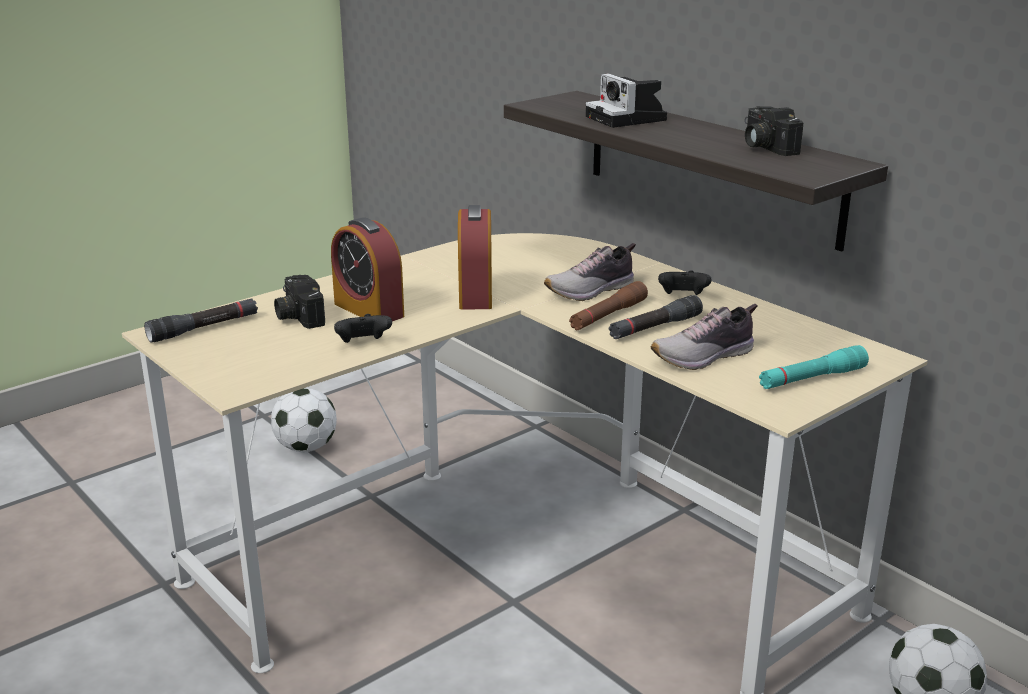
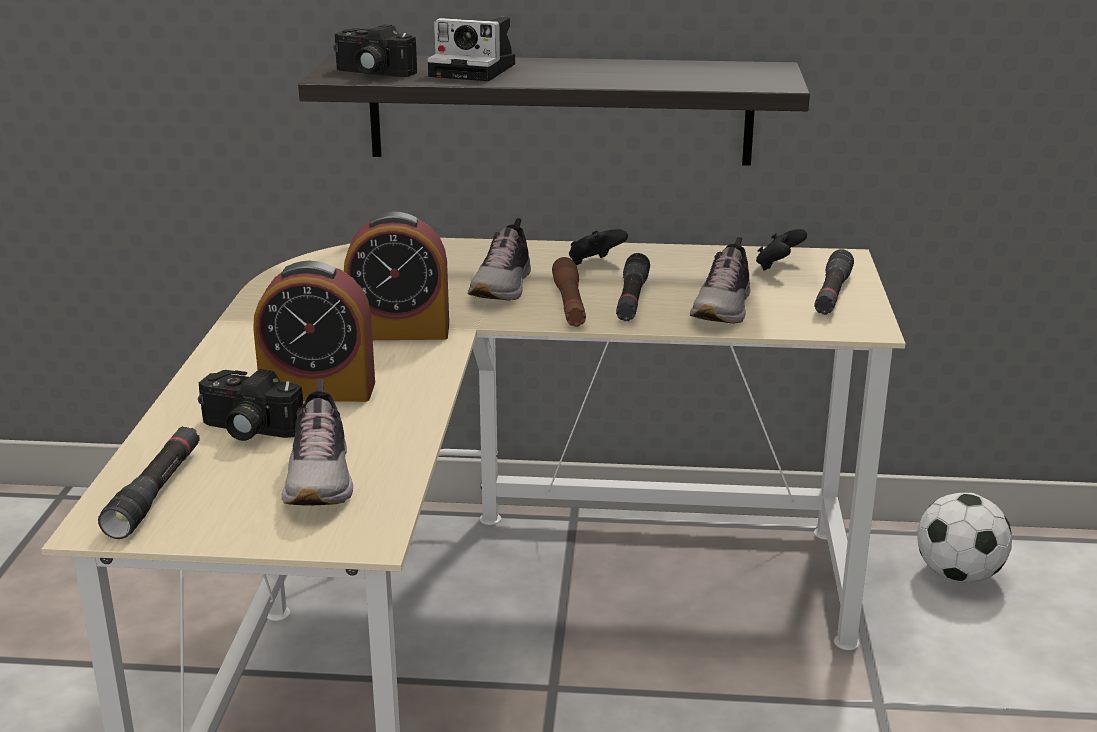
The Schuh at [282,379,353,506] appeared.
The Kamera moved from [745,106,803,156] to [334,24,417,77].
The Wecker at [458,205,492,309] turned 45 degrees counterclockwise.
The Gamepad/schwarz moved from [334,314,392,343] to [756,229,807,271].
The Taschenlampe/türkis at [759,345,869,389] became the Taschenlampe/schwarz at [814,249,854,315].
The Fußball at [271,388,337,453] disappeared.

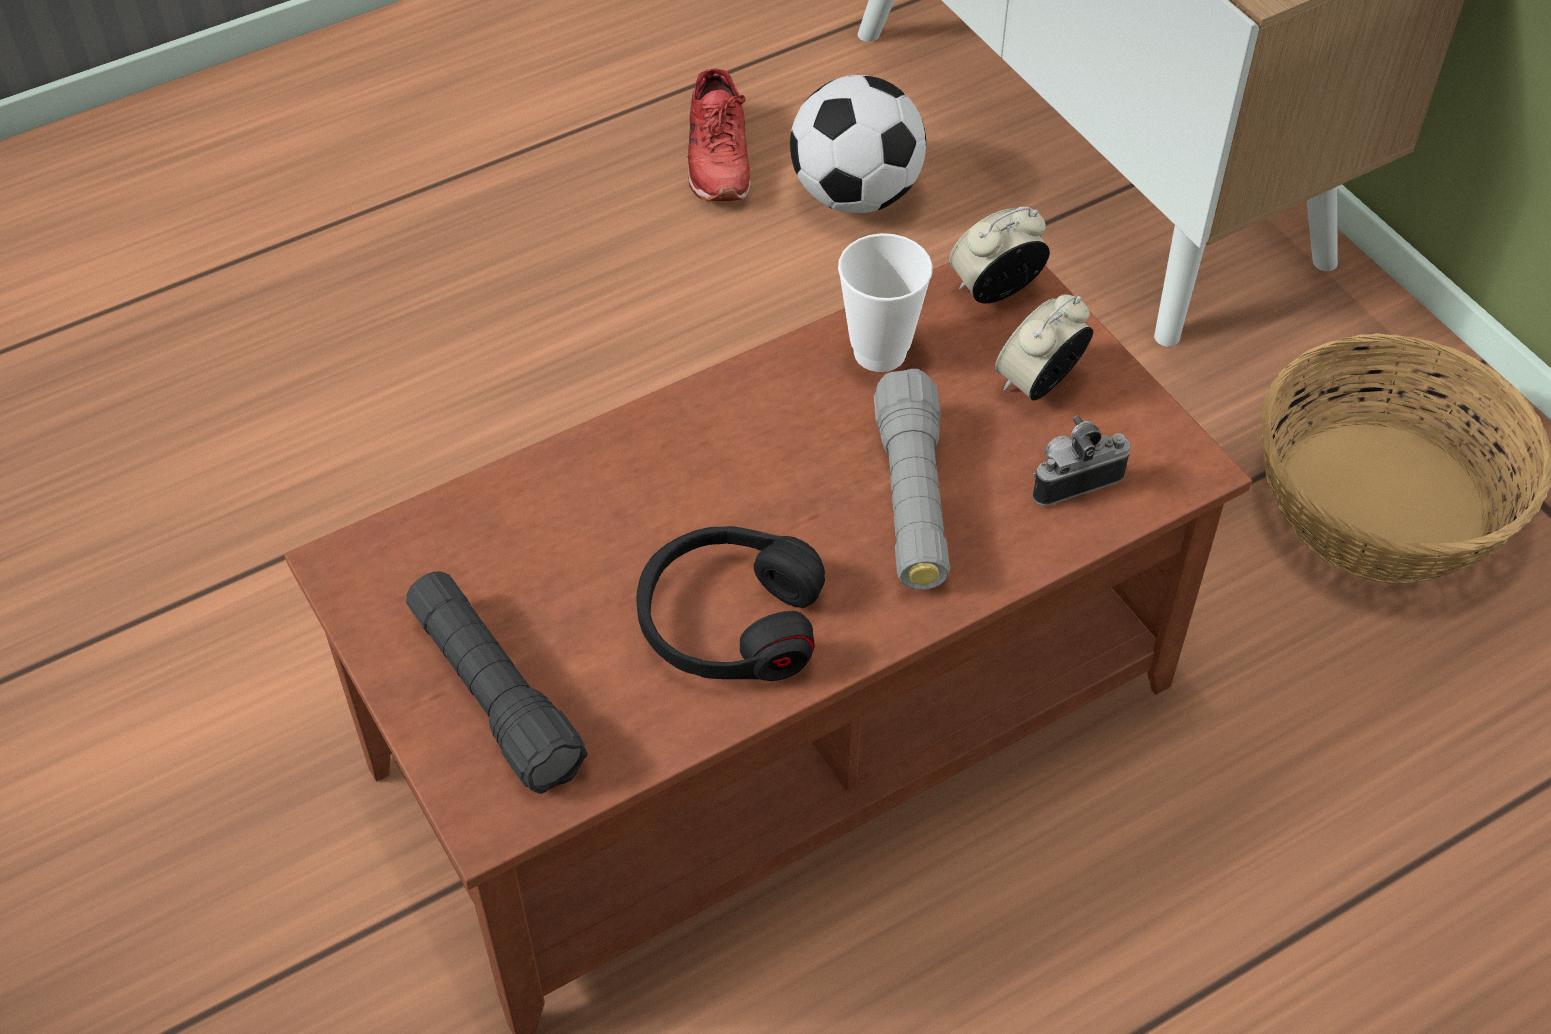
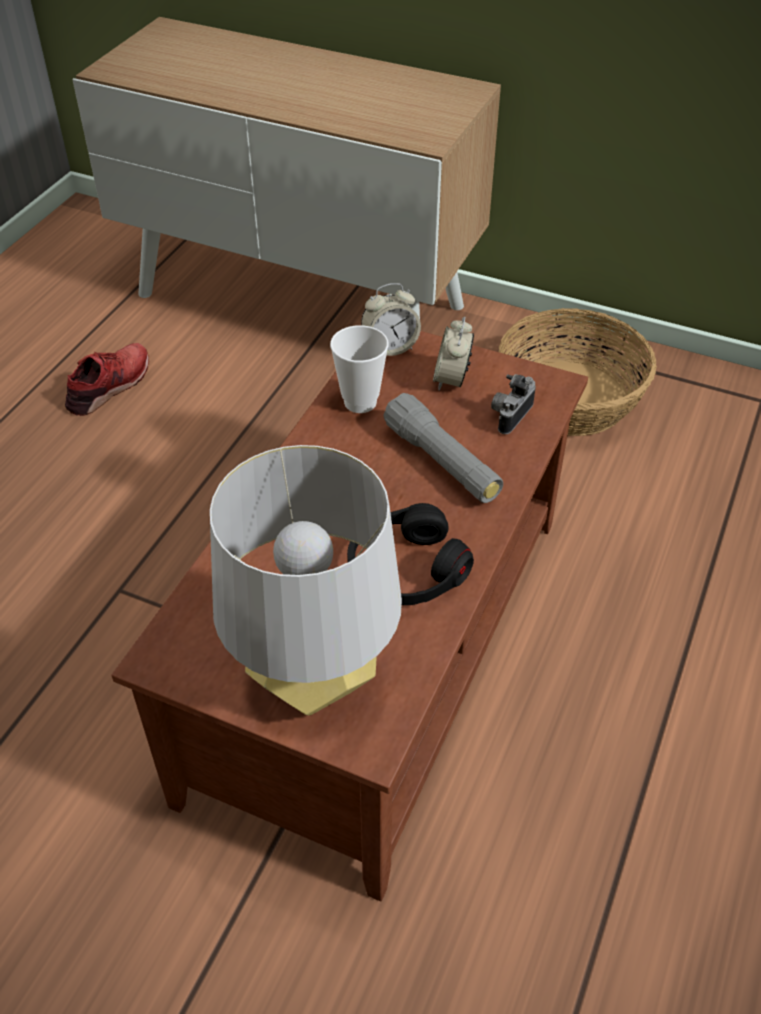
The Schuh/rot at [688,68,751,201] turned 105 degrees counterclockwise.
The Taschenlampe/schwarz at [406,571,588,794] was replaced by the Tischlampe/grau at [210,445,402,716].
The Wecker at [949,206,1050,303] turned 135 degrees counterclockwise.
The Fußball at [790,75,926,213] disappeared.

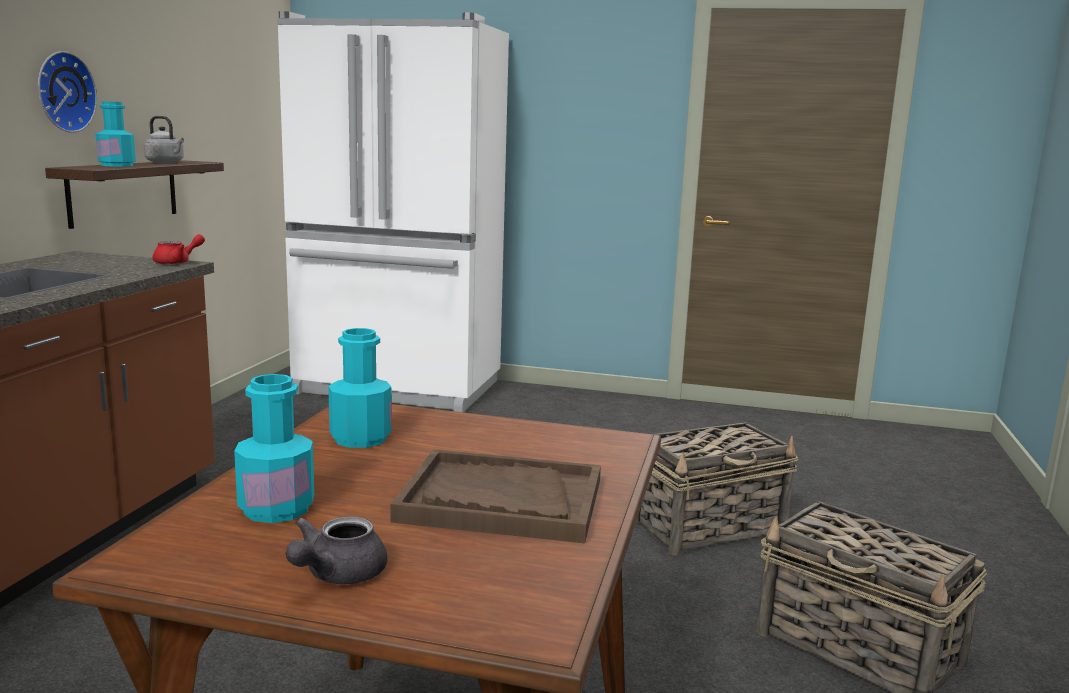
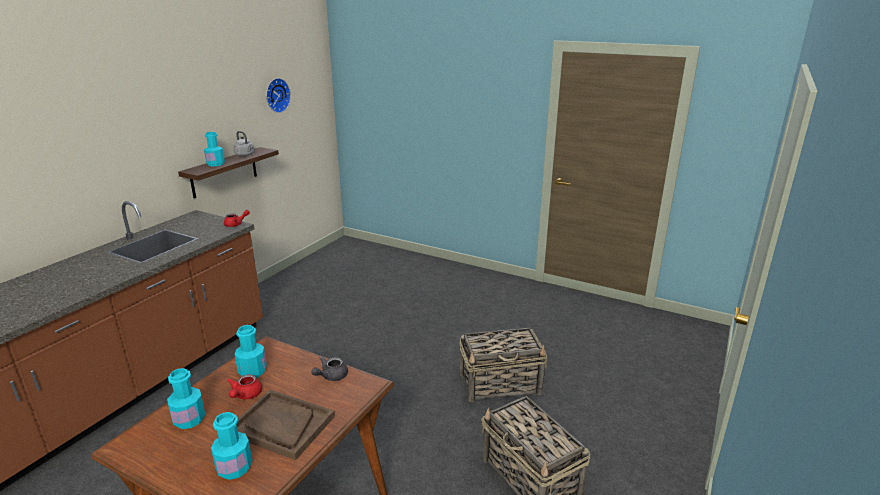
The Flasche/türkis at [211,412,252,480] appeared.
The Teekanne/rot at [227,374,262,399] appeared.
The Wanduhr moved from [38,51,97,133] to [266,78,291,113].
The Teekanne/grau moved from [286,516,387,584] to [312,356,348,381].
The Kühlschrank/weiß at [277,11,509,412] disappeared.

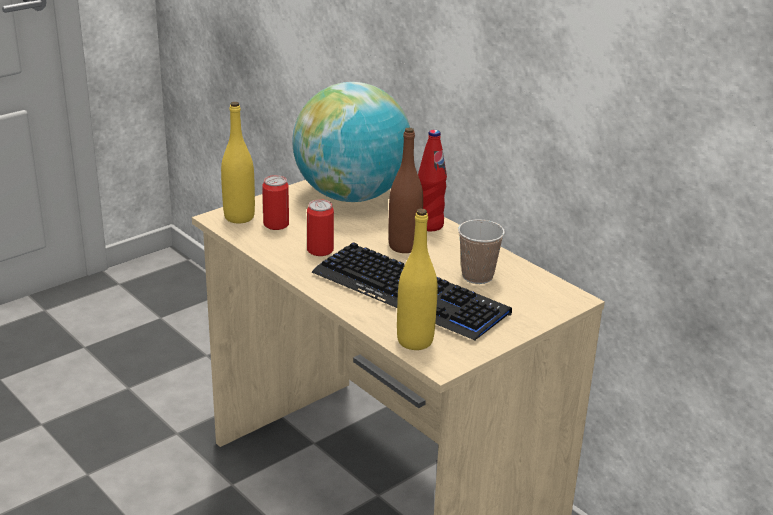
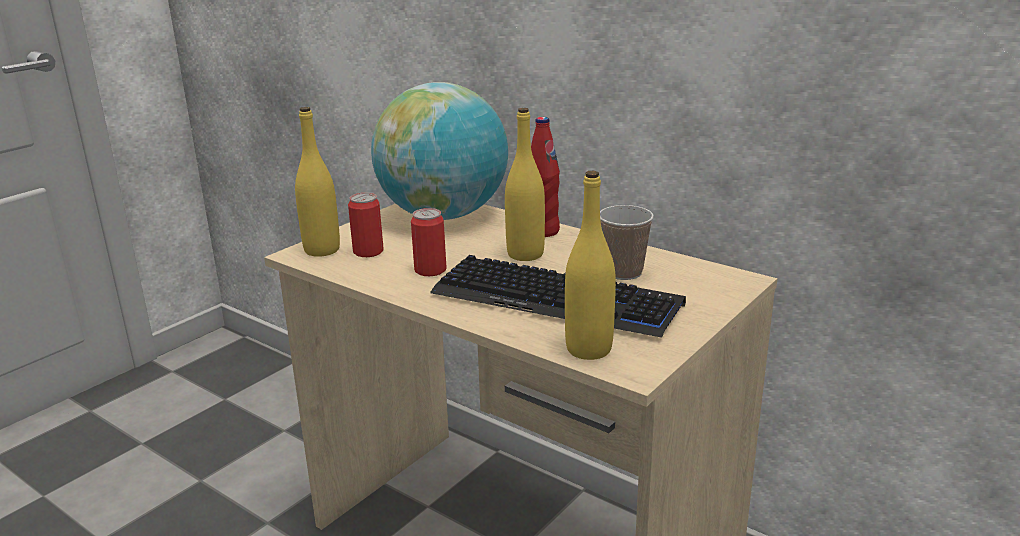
The Flasche/braun at [388,128,423,253] became the Flasche/gelb at [505,108,545,261].

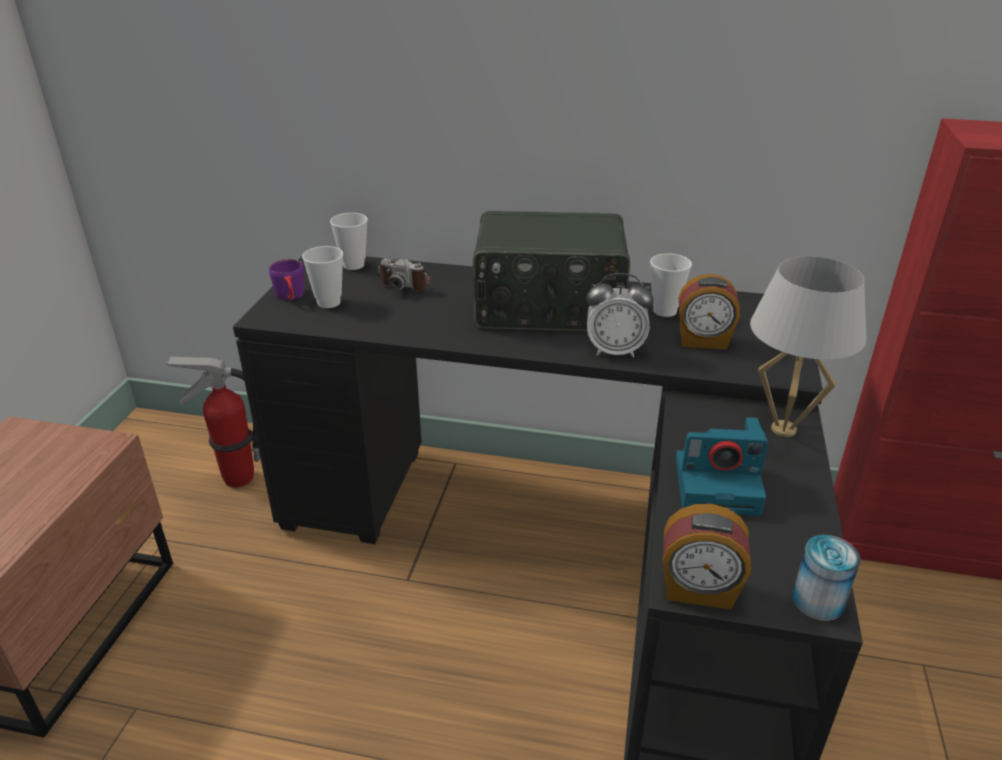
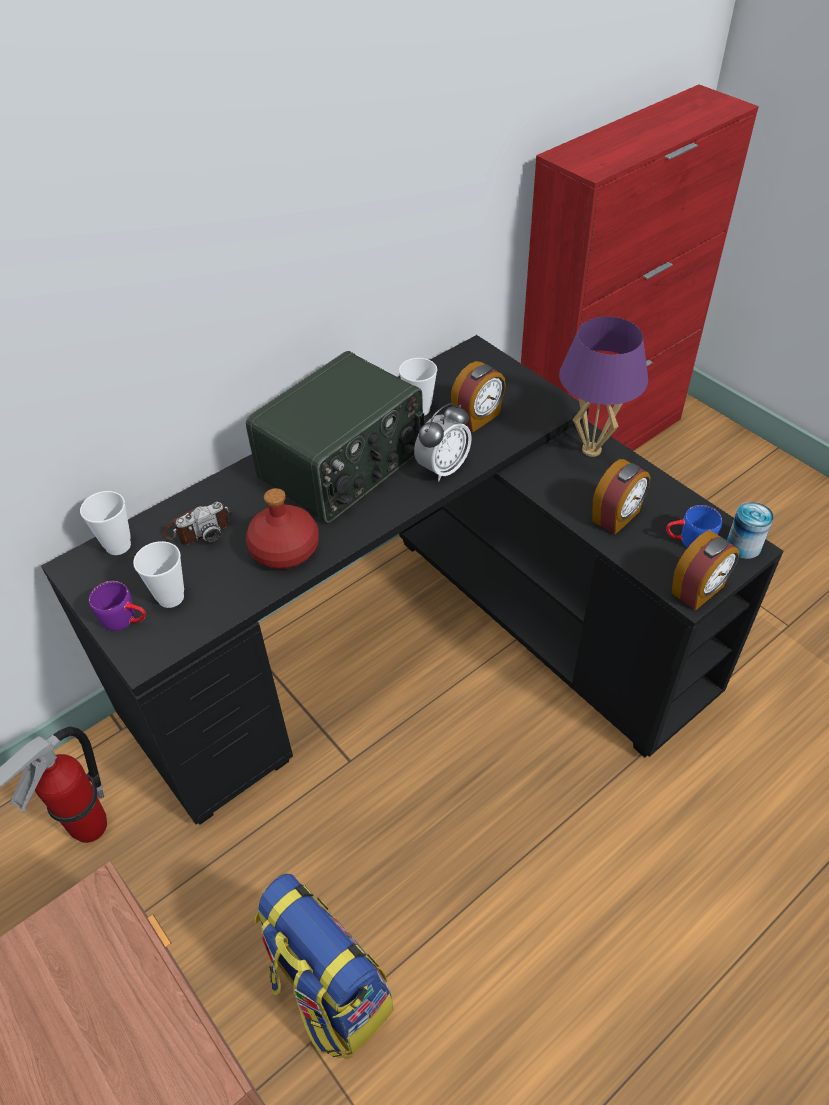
The Flasche/rot at [246,488,319,569] appeared.
The Rucksack at [255,874,394,1058] appeared.
The Tischlampe/weiß at [750,256,867,437] became the Tischlampe/lila at [559,317,648,457].
The Kamera at [676,417,768,516] was replaced by the Wecker at [592,459,651,535].
The Henkelbecher/blau at [666,505,722,548] appeared.

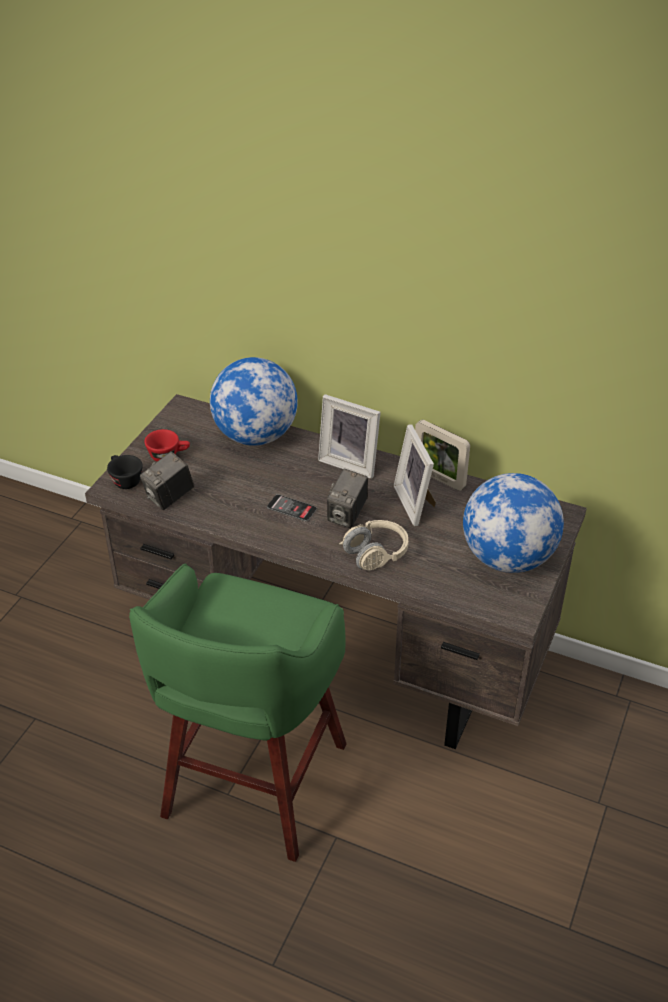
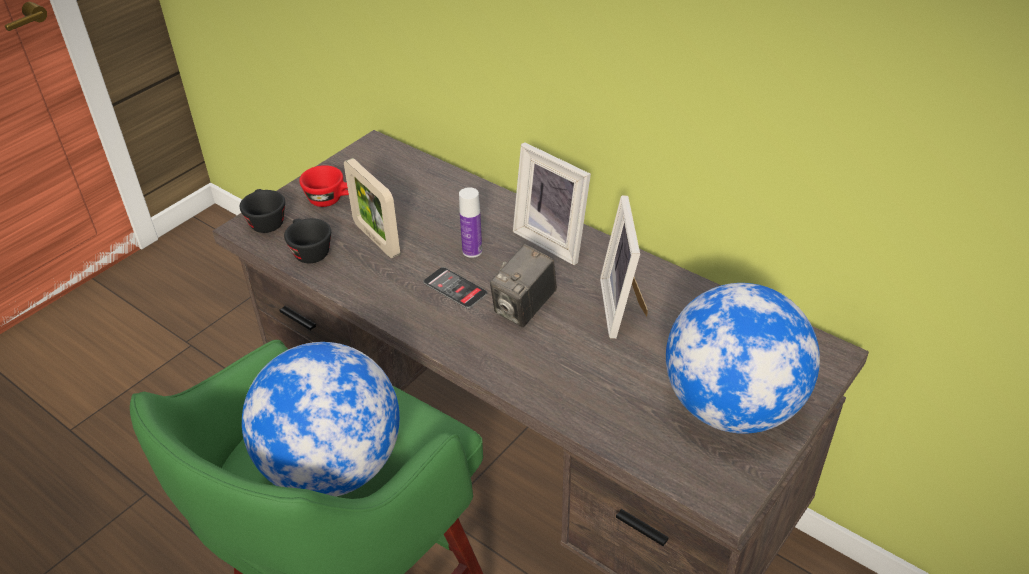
The Globus moved from [210,357,298,446] to [242,342,400,497].
The Kamera at [140,452,194,510] was replaced by the Tasse/schwarz at [284,218,331,263].
The Bilderrahmen moved from [415,420,470,491] to [344,158,400,258].
The Flasche at [459,187,482,258] appeared.
The Kopfhörer/beige at [339,520,408,570] disappeared.

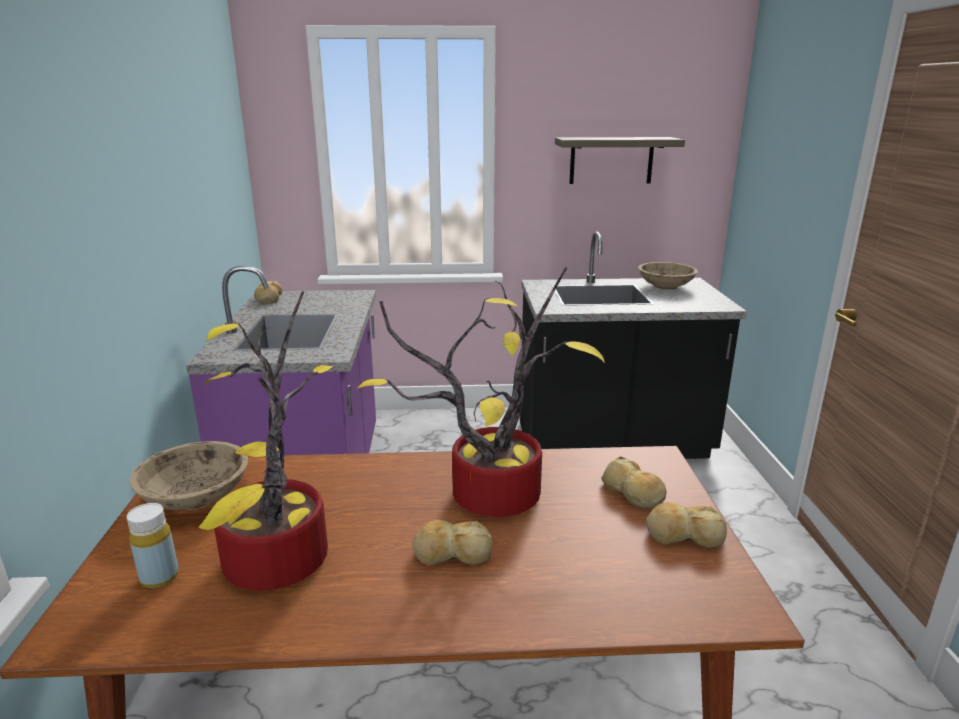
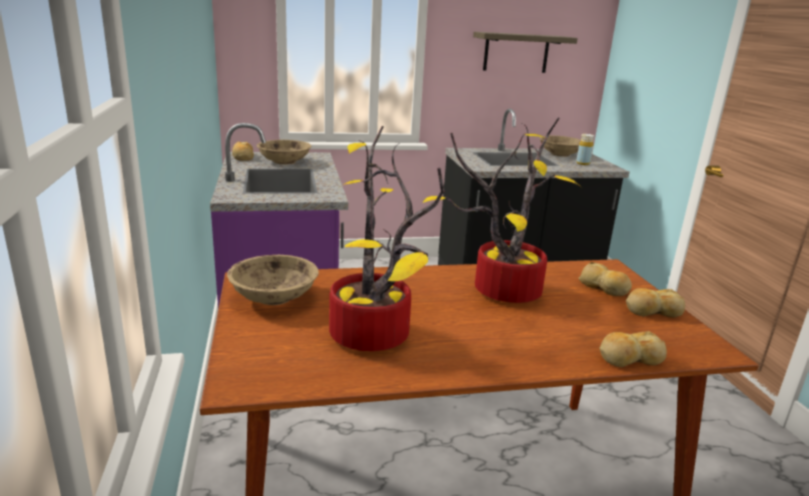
The Schüssel/beige at [257,140,311,165] appeared.
The Flasche/gelb moved from [127,503,179,588] to [576,134,594,165].
The Brot moved from [412,520,492,566] to [600,331,667,367].

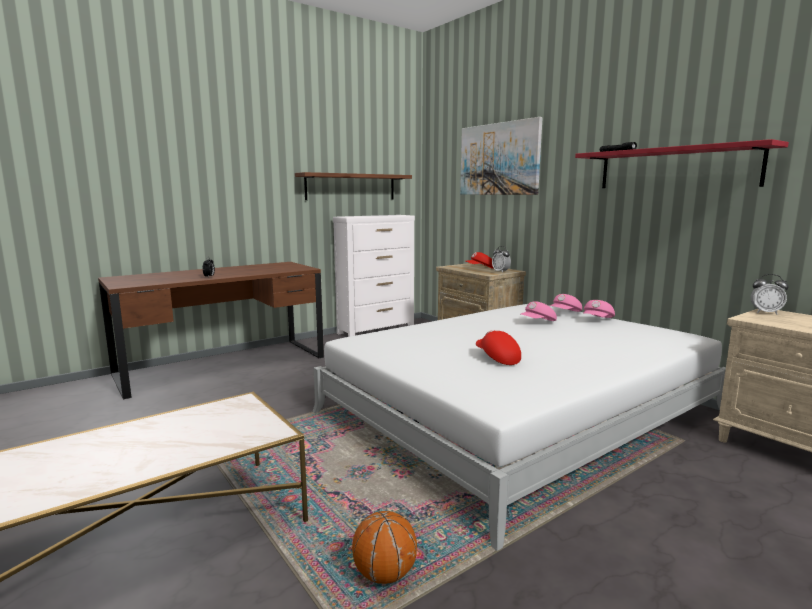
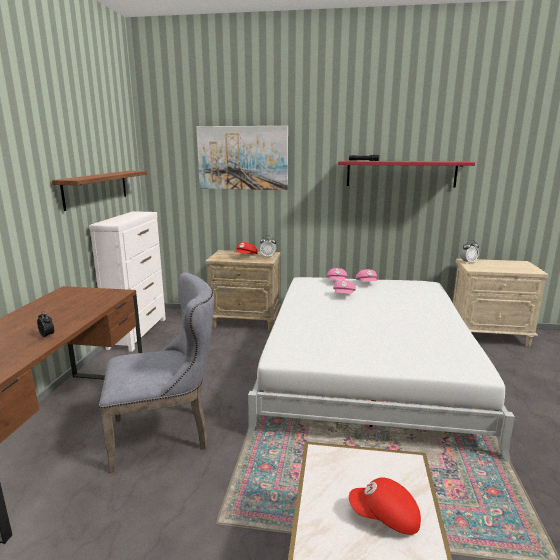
The Stuhl/grau at [99,273,214,473] appeared.
The Kappe/rot moved from [476,330,521,365] to [349,477,421,535].
The Basketball at [352,511,417,584] disappeared.

